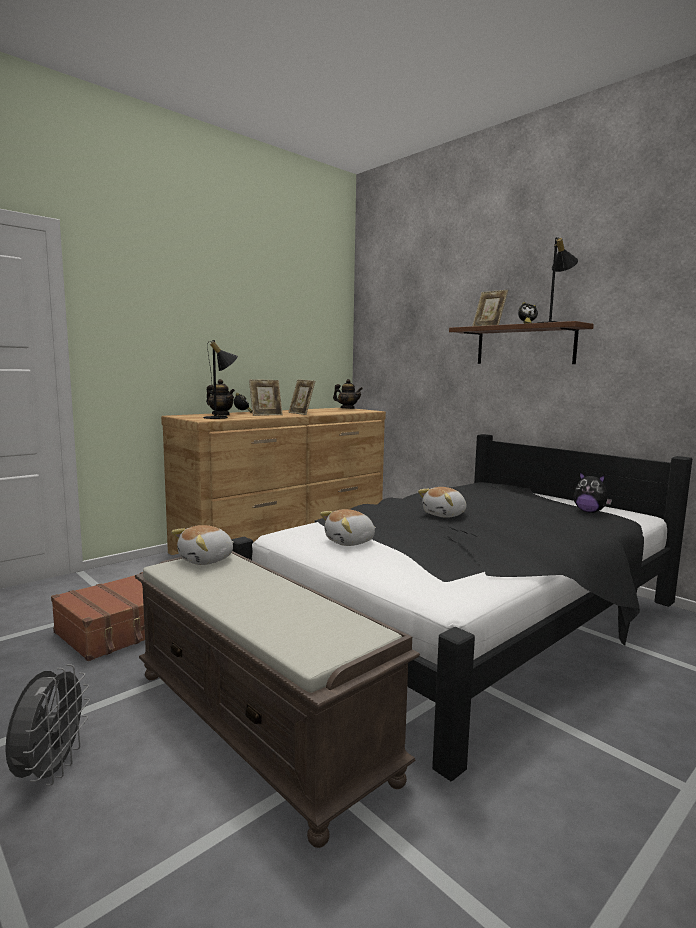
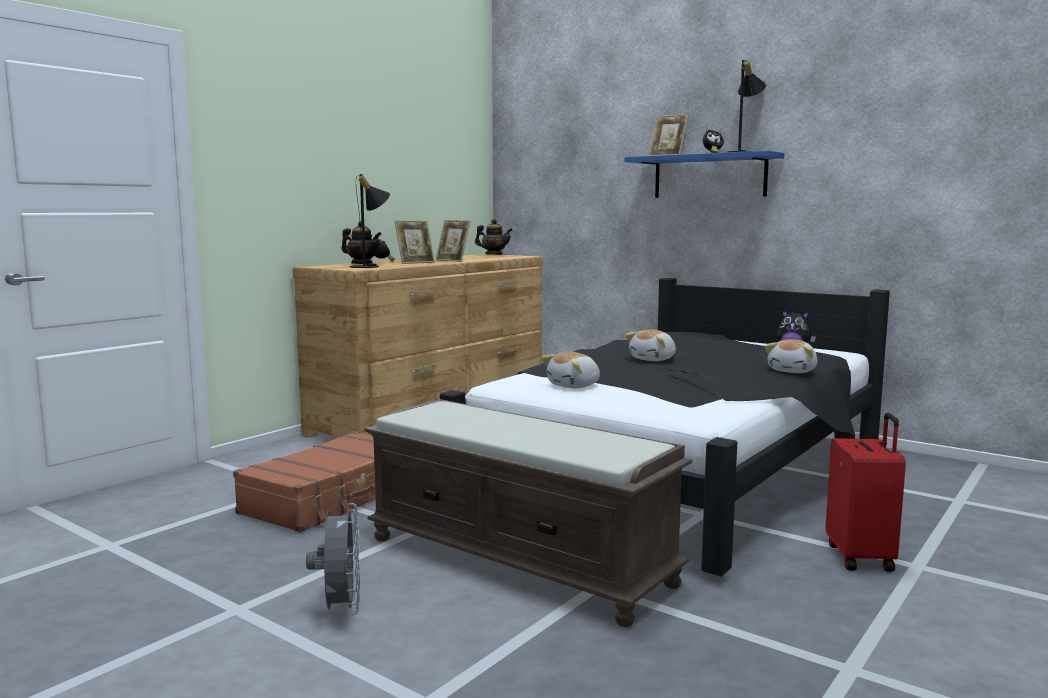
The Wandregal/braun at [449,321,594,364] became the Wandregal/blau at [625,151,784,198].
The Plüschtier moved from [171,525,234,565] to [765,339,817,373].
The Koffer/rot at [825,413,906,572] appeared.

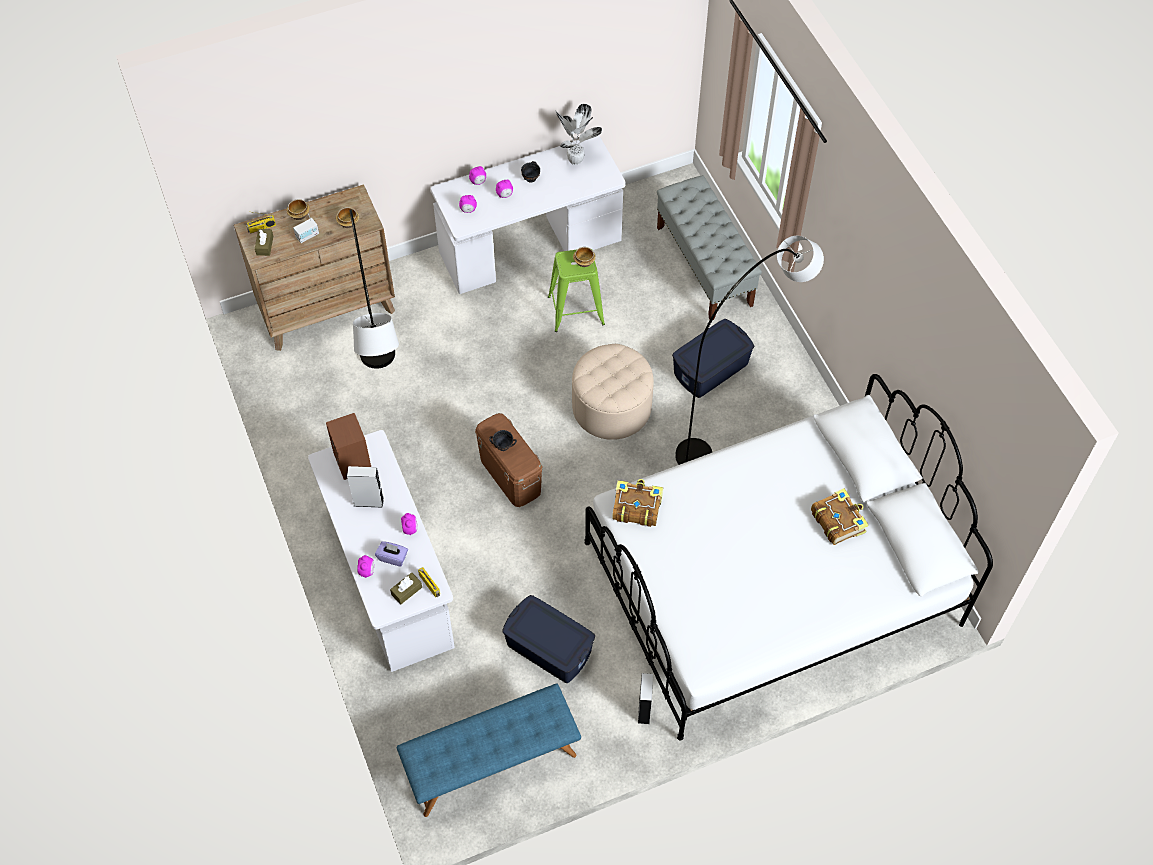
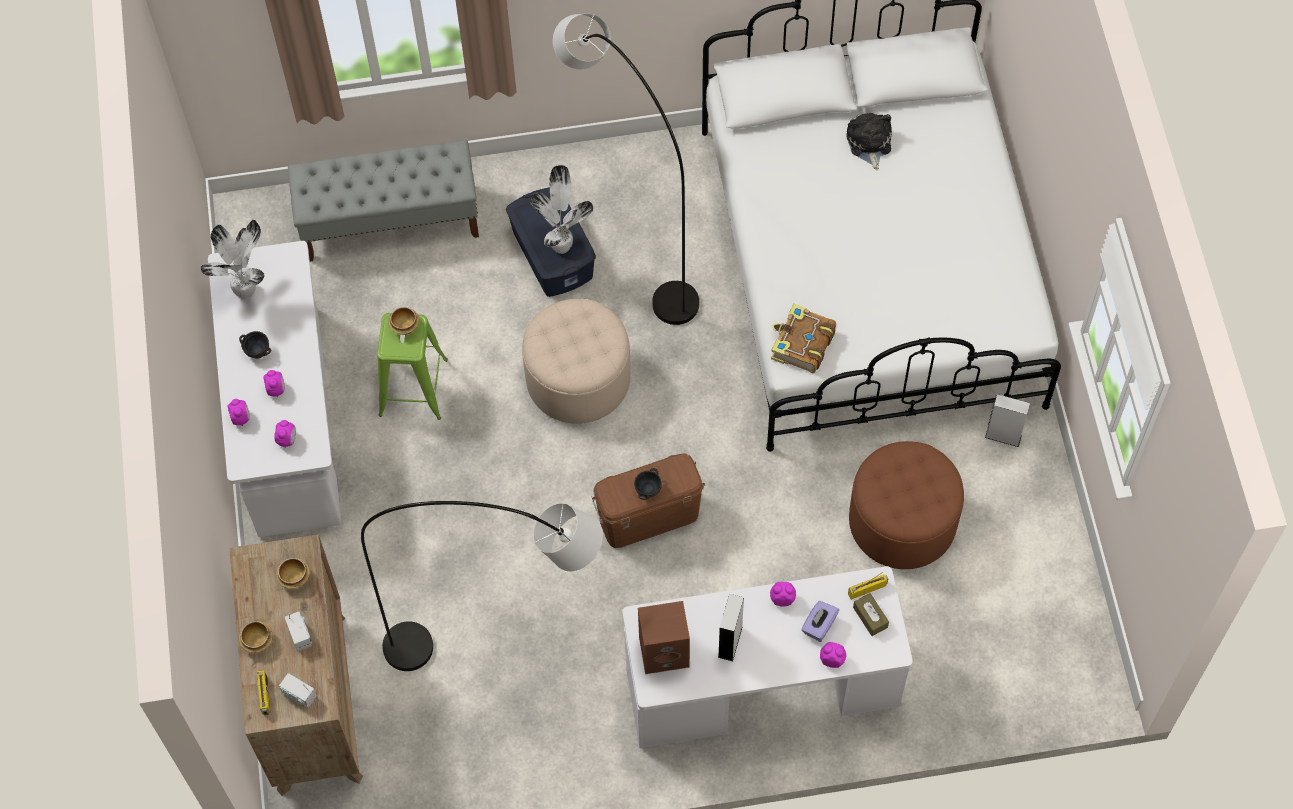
The Taschentuchbox/braun at [255,229,273,256] was replaced by the Radio at [279,673,317,708].
The Topfpflanze at [531,165,593,254] appeared.
The Buch at [811,488,868,545] was replaced by the Plüschtier at [847,113,892,170].
The Aufbewahrungsbox/blau at [502,595,595,683] was replaced by the Polsterhocker/braun at [849,441,964,569].
The Bank/blau at [397,683,581,817] disappeared.

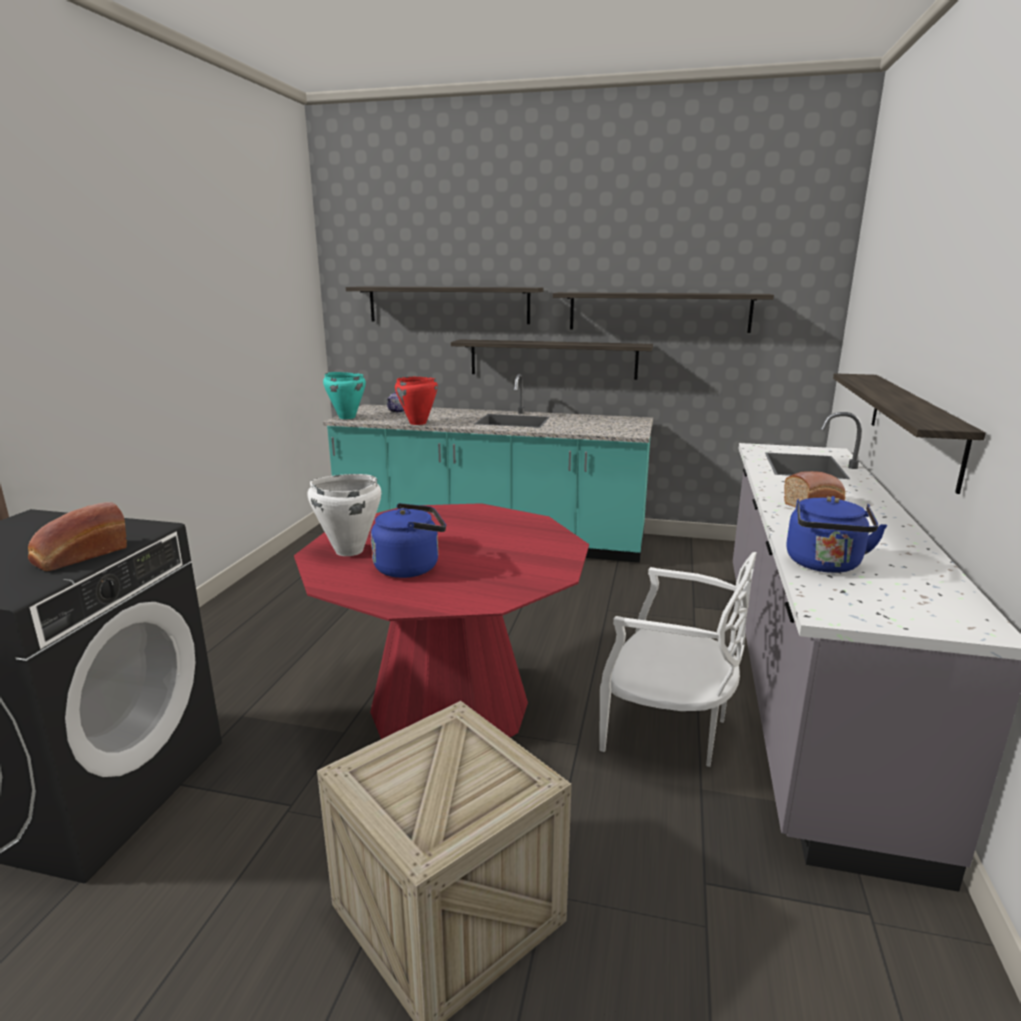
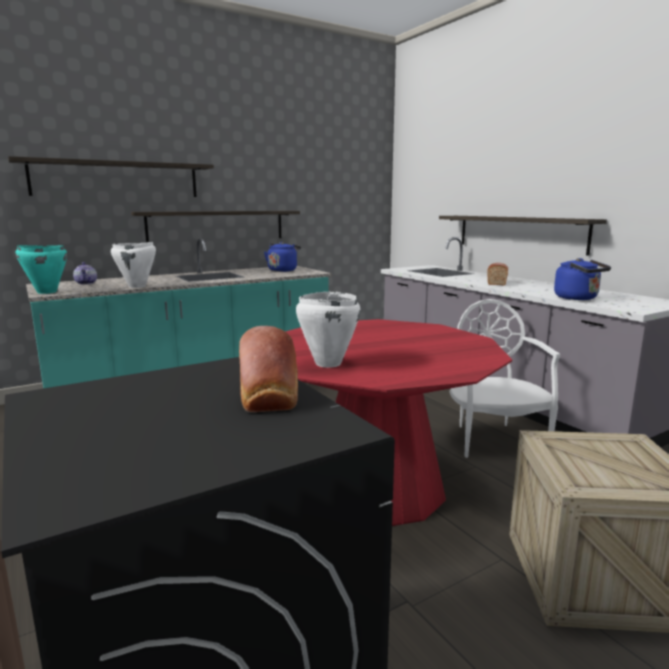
The Kochtopf/rot at [395,377,438,425] became the Kochtopf/weiß at [111,242,156,288].
The Wasserkessel/blau moved from [371,503,446,578] to [264,242,301,272].
The Stuhl/weiß at [599,552,757,767] turned 75 degrees counterclockwise.
The Wandregal at [553,292,774,333] disappeared.

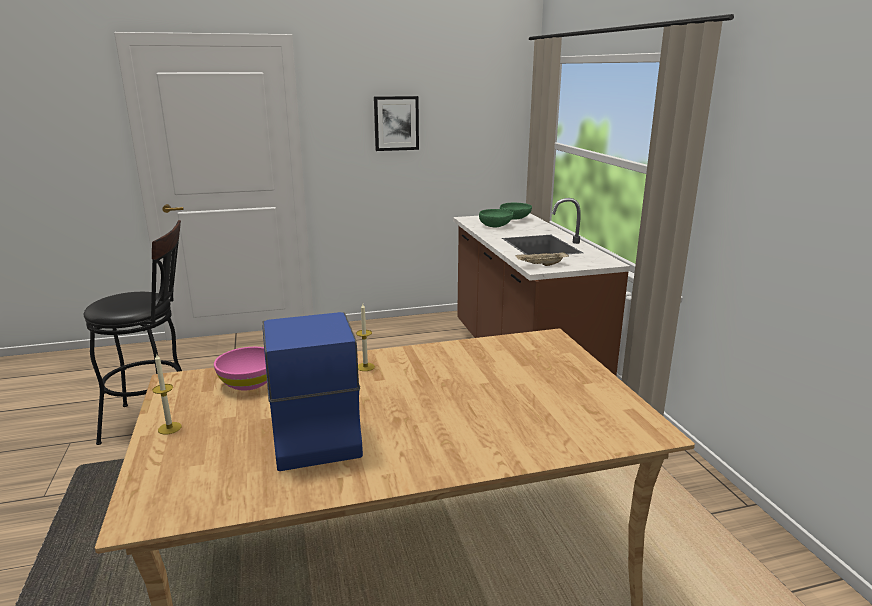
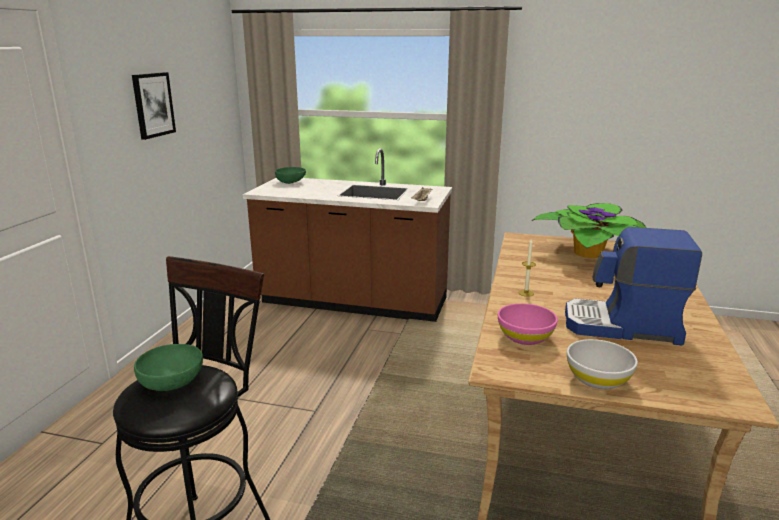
The Schüssel/grün moved from [479,209,513,228] to [134,344,203,391].
The Topfpflanze at [532,203,647,258] appeared.
The Kerze at [152,354,182,434] was replaced by the Schüssel/weiß at [567,339,638,389].

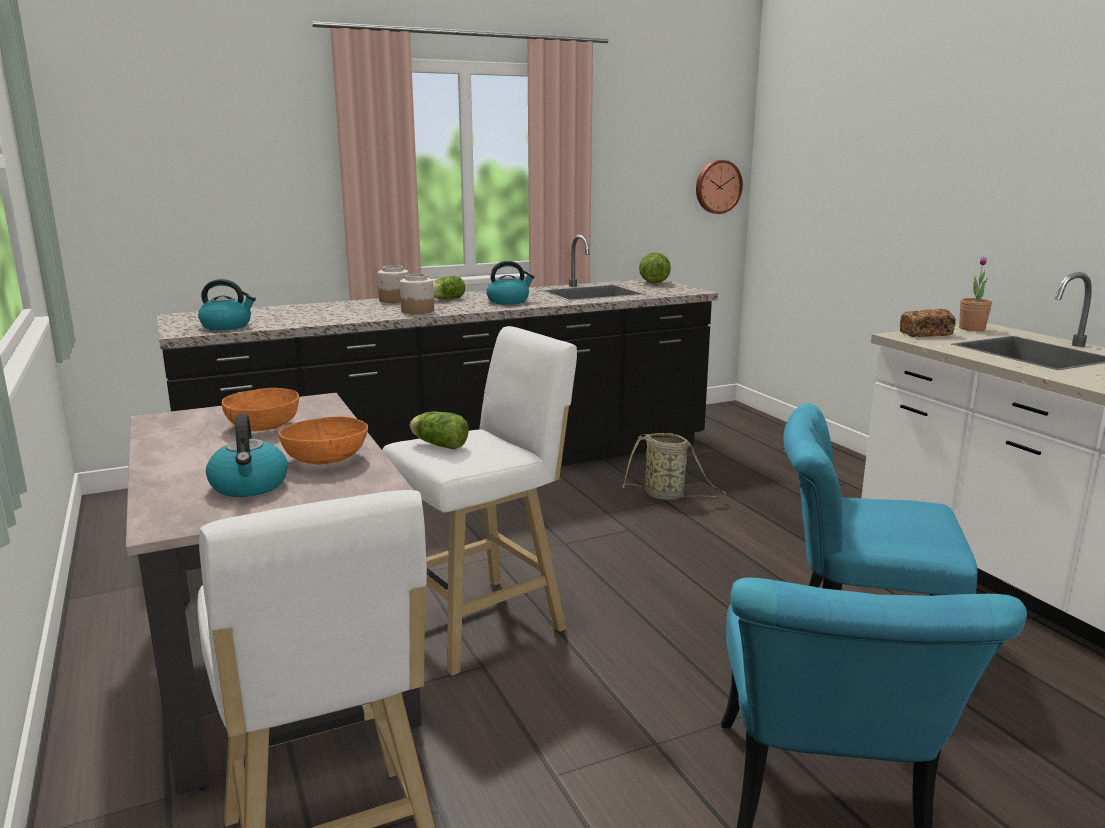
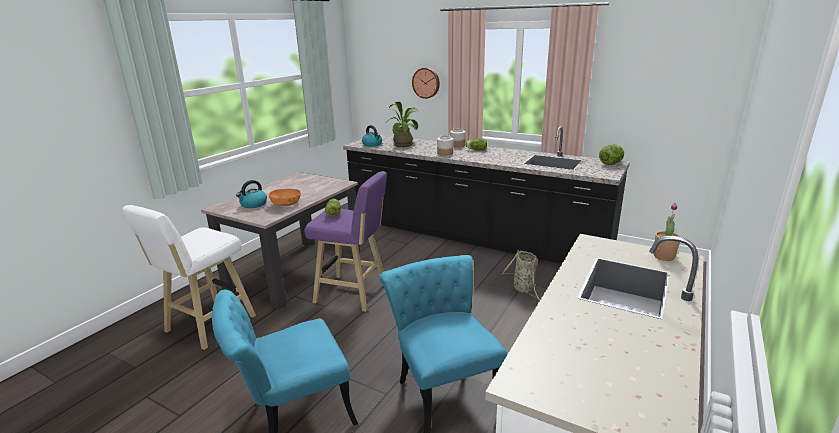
The Hocker/weiß at [382,326,577,676] became the Hocker/lila at [304,171,387,312].
The Topfpflanze at [388,102,419,147] appeared.
The Wanduhr moved from [696,160,743,214] to [412,68,440,99].
The Schüssel/orange at [222,388,299,431] disappeared.
The Wasserkessel at [486,261,534,305] disappeared.
The Brot at [900,309,956,337] disappeared.

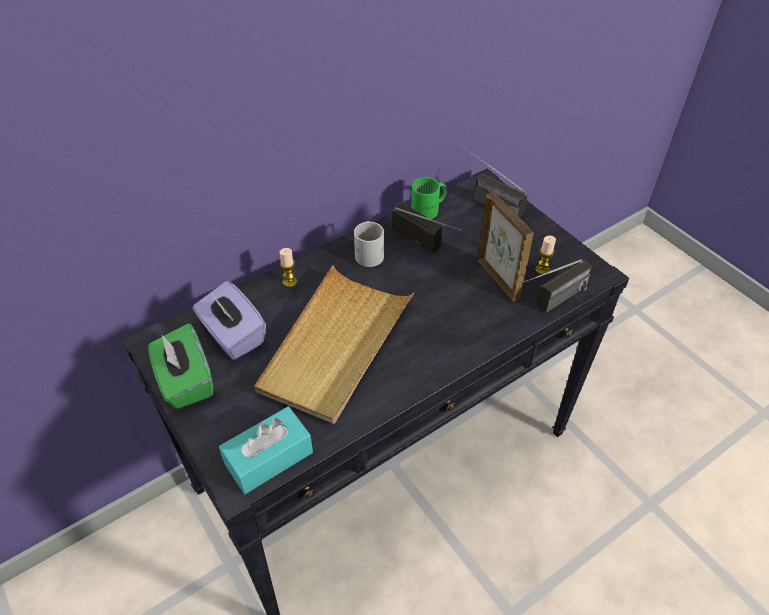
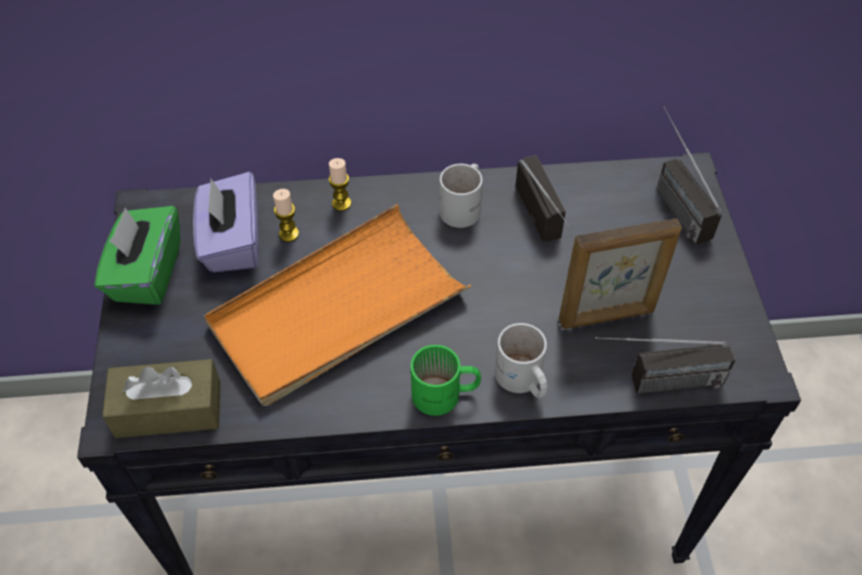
The Taschentuchbox/türkis at [219,407,313,494] became the Taschentuchbox/braun at [102,359,221,438].
The Tablett/beige at [254,265,414,424] became the Tablett/orange at [204,204,471,406].
The Kerze moved from [535,236,556,275] to [273,189,299,242].
The Henkelbecher/grün moved from [411,177,447,219] to [411,345,481,416].
The Henkelbecher/weiß at [495,323,547,398] appeared.
The Bilderrahmen at [478,192,534,301] turned 75 degrees clockwise.

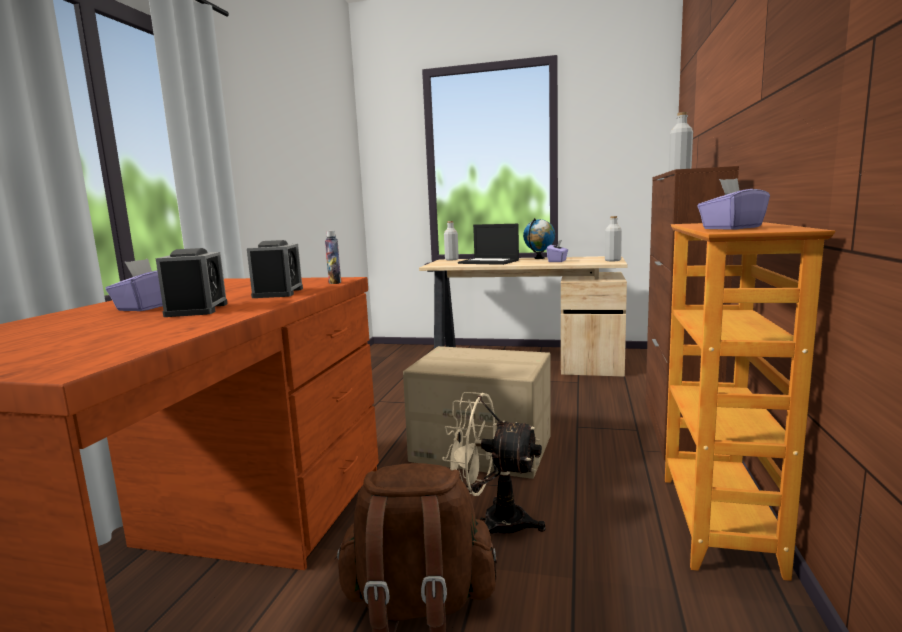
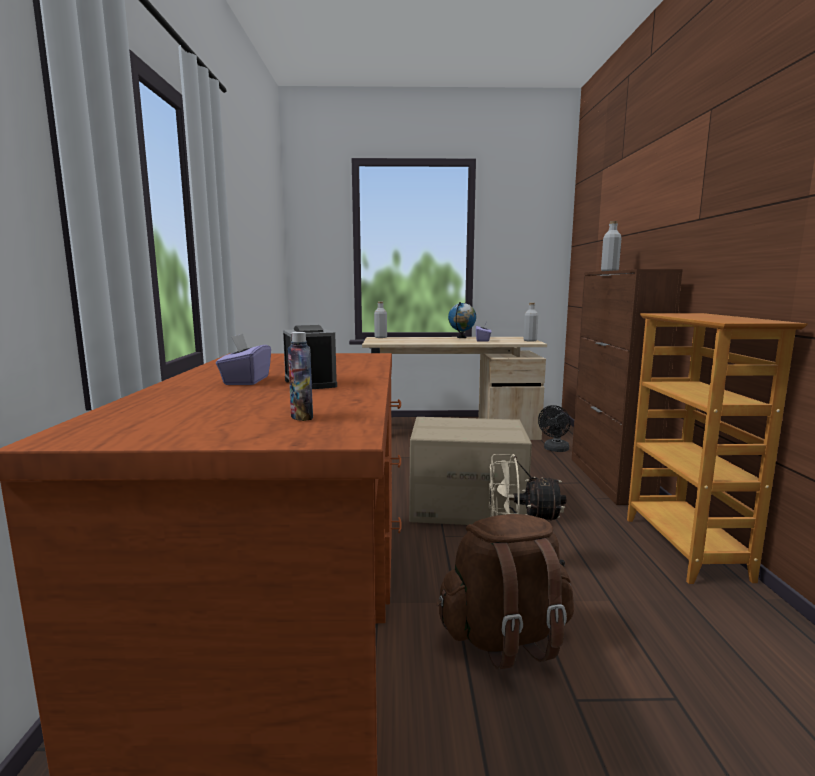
The Flasche moved from [325,231,341,284] to [288,332,313,421].
The Ventilator/schwarz at [538,405,571,452] appeared.
The Wecker at [247,240,303,298] disappeared.
The Laptop at [458,224,519,265] disappeared.
The Taschentuchbox/lila at [697,179,770,230] disappeared.

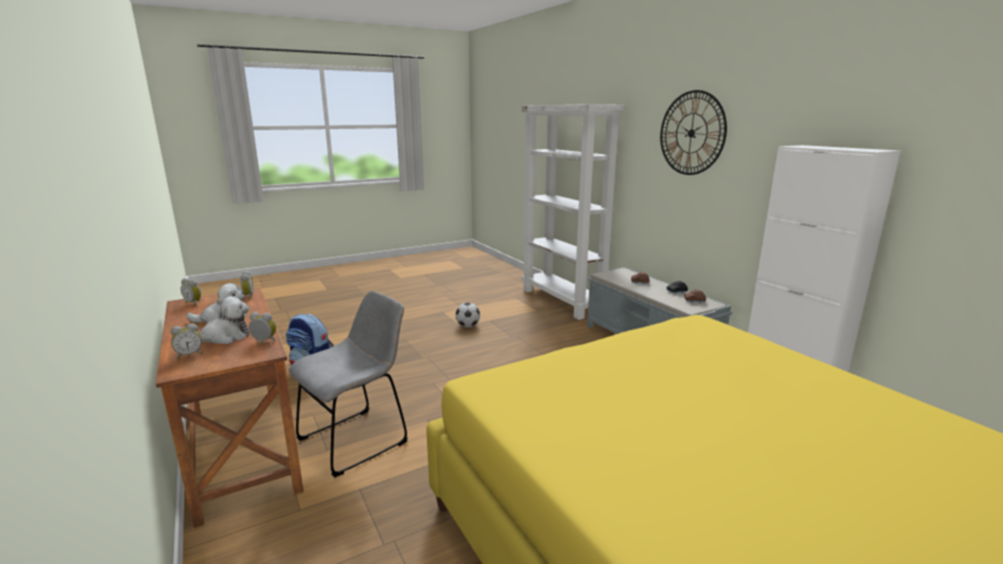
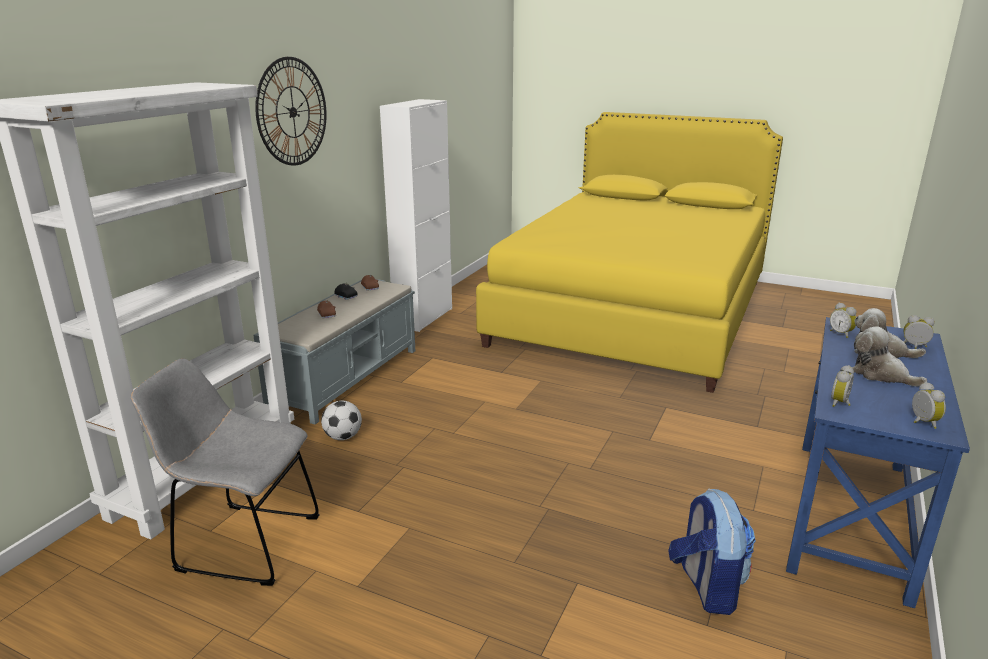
The Stuhl/grau moved from [289,291,408,477] to [130,358,320,586].
The Fußball moved from [455,303,480,327] to [321,401,362,440].
The Schreibtisch/braun at [156,288,304,528] became the Schreibtisch/blau at [786,317,970,608].

